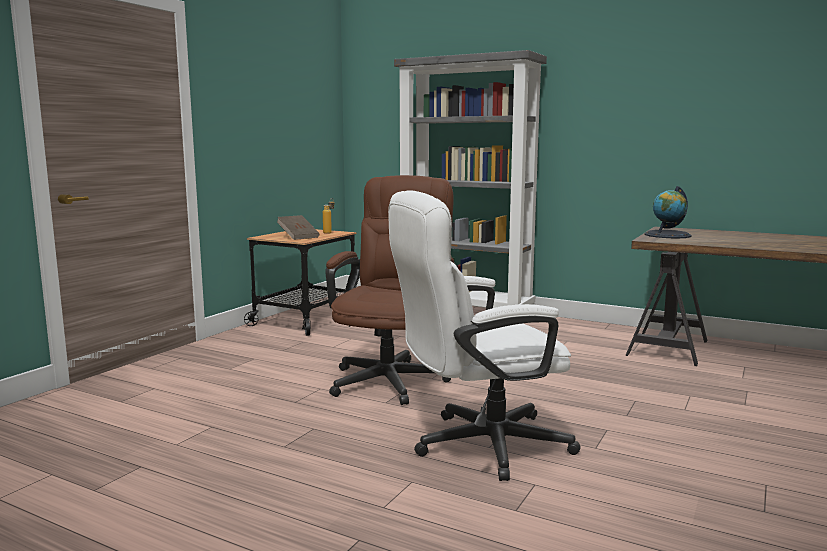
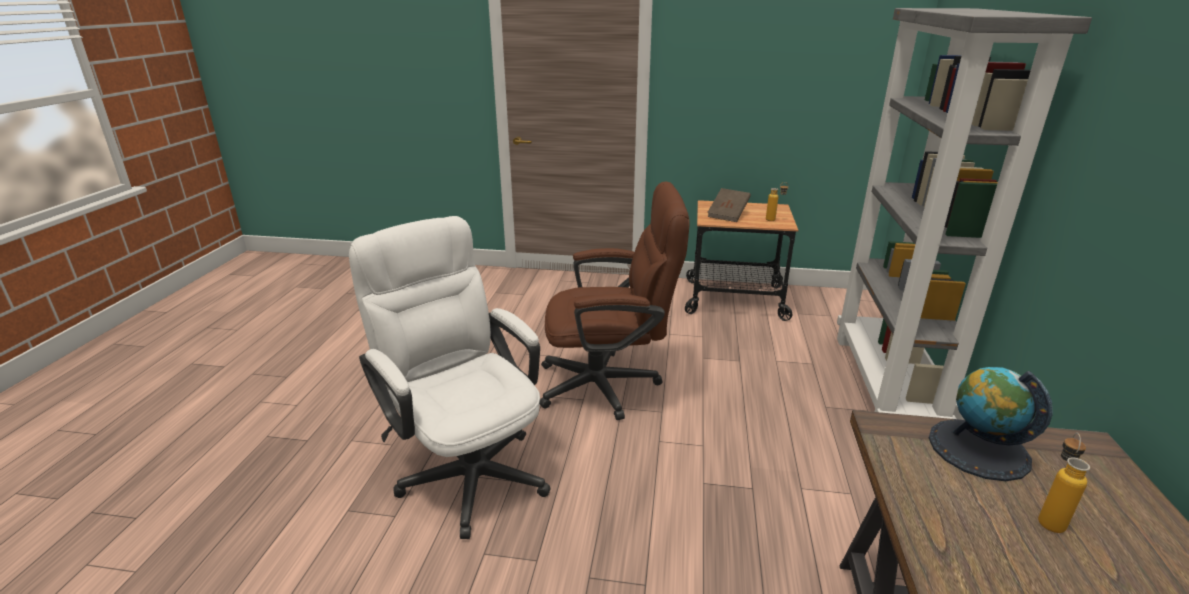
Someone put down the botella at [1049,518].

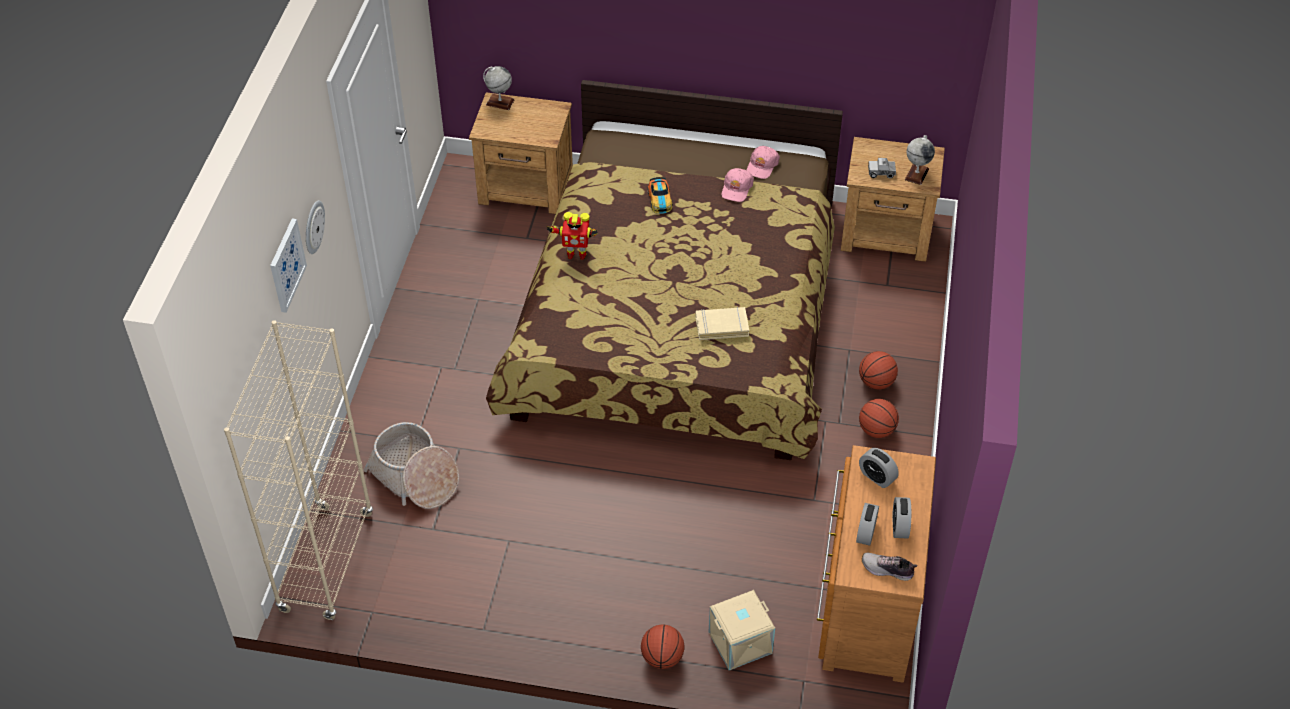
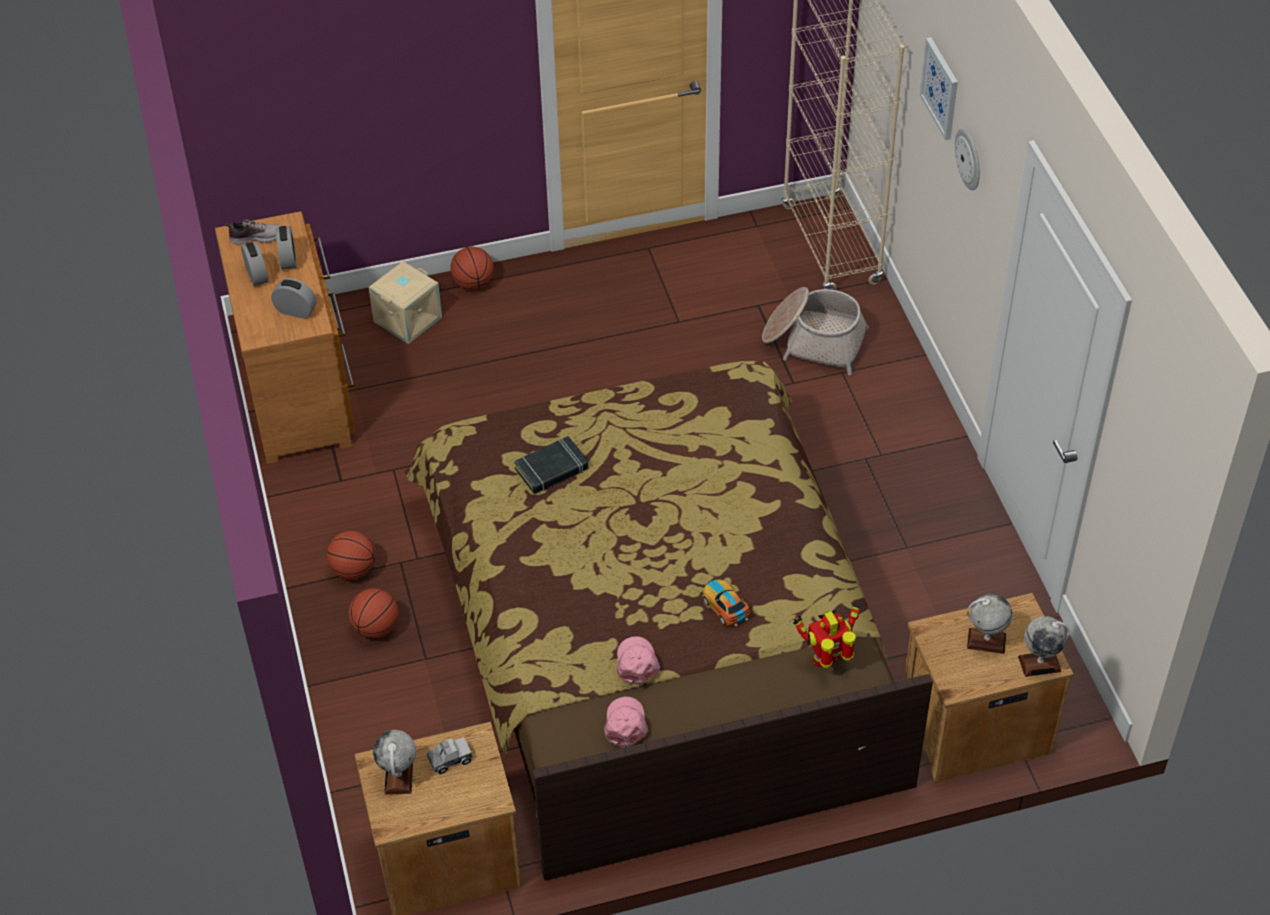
Someone put down the globo terráqueo at [986,641].
Someone carried the robot de juguete from [576,254] to [828,661].
Someone repainted the libro (beis) at [721,326], which became the libro (negro) at [552,469].

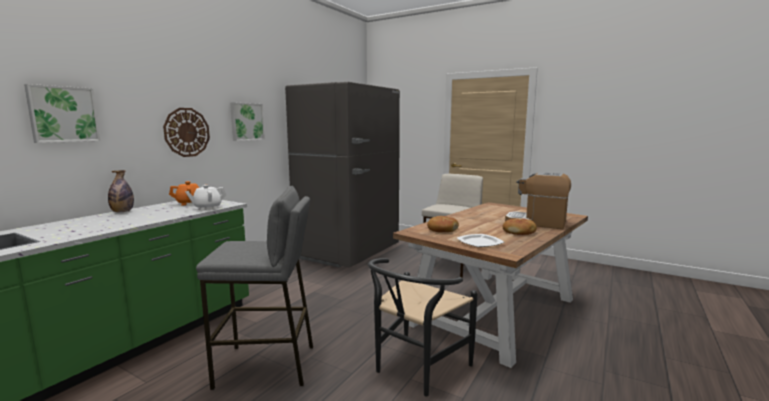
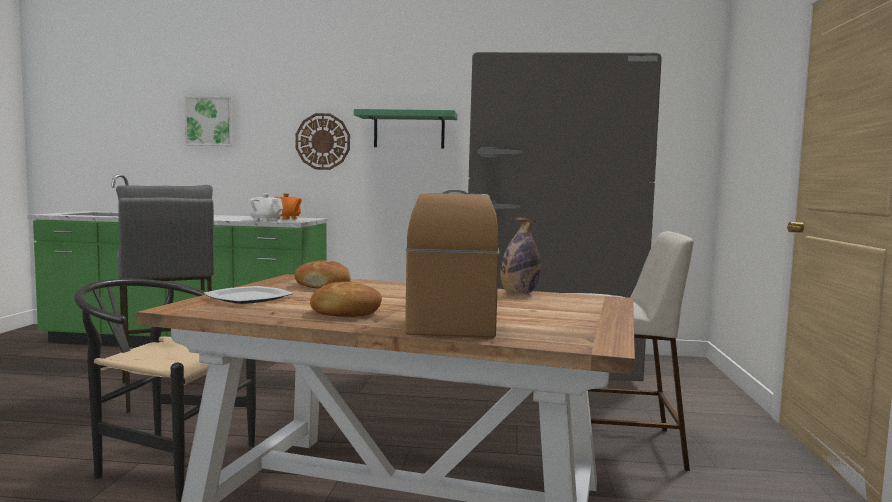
Someone carried the botella from [122,212] to [518,294].
Someone swapped the cuadro at [246,122] for the estante (verde) at [409,130].

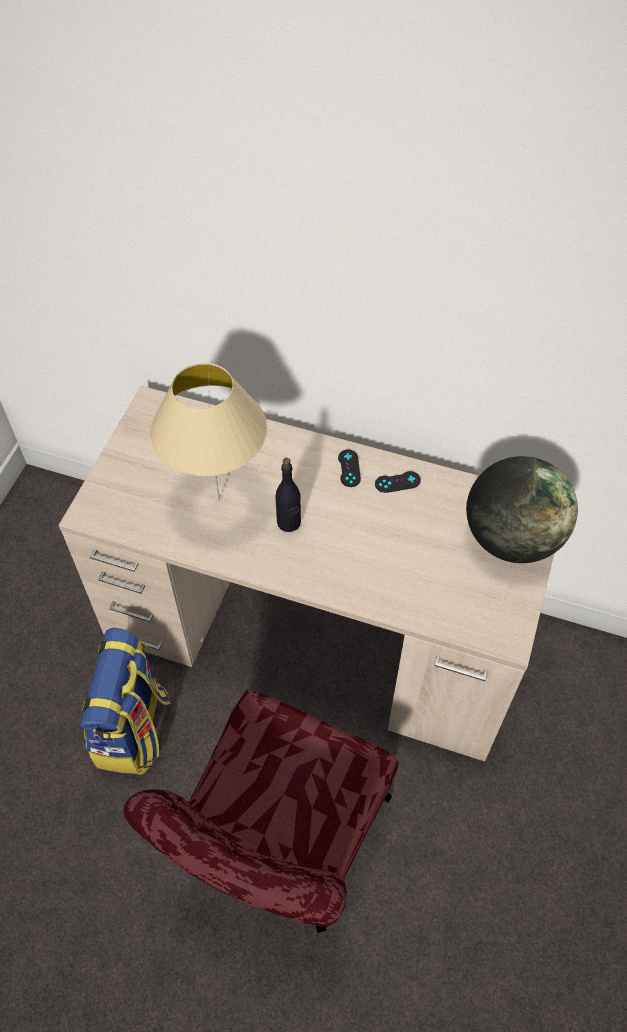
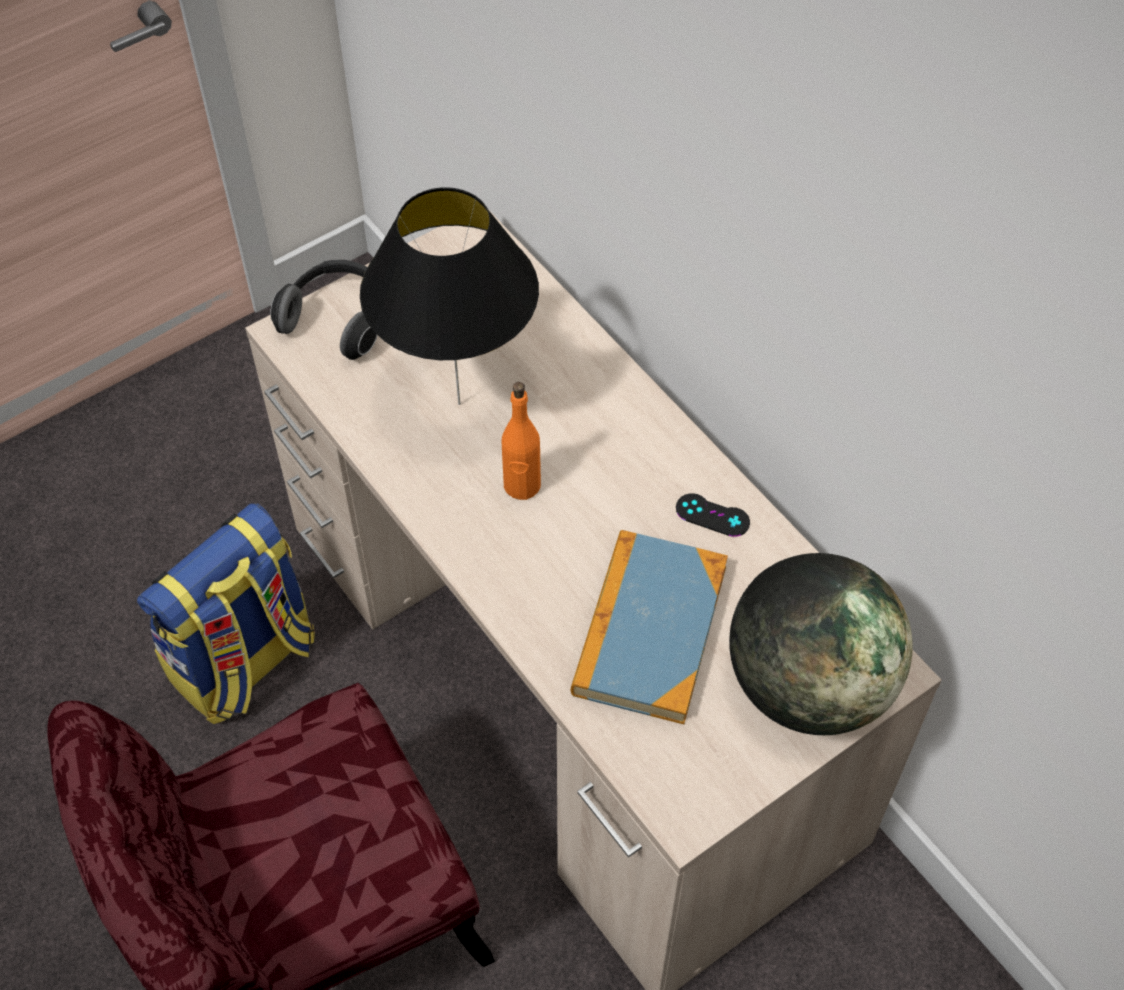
Someone took away the mando de consola (negro) at [349,468].
Someone put down the auriculares at [338,320].
Someone put down the libro at [649,630].
Someone repainted the lámpara de mesa (beis) at [219,498], which became the lámpara de mesa (negro) at [460,403].
Someone repainted the botella (negro) at [289,523], which became the botella (naranja) at [522,485].

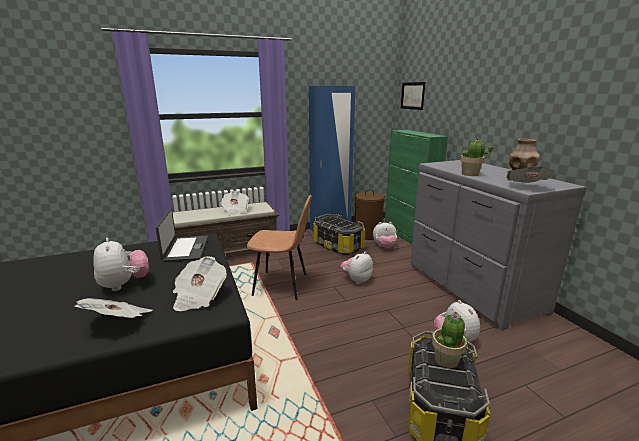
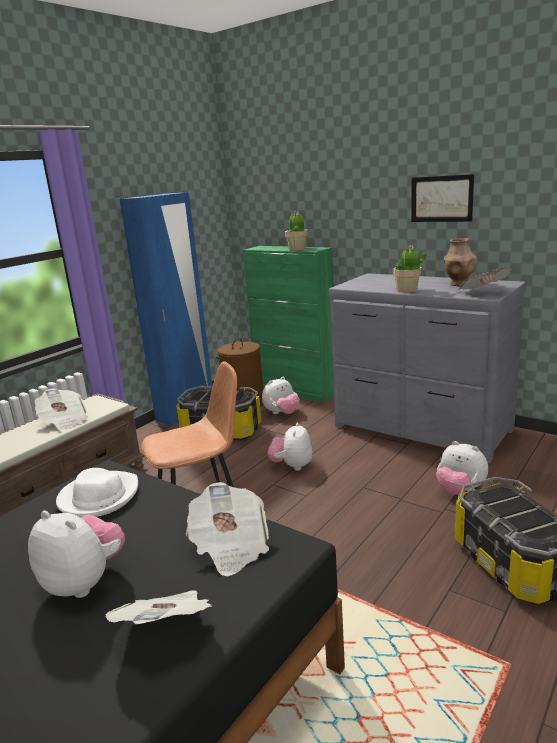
Someone carried the cuadro from [412,95] to [441,199].
Someone carried the planta en maceta from [446,359] to [297,249].
Someone swapped the portátil at [185,249] for the sombrero (blanco) at [99,497].

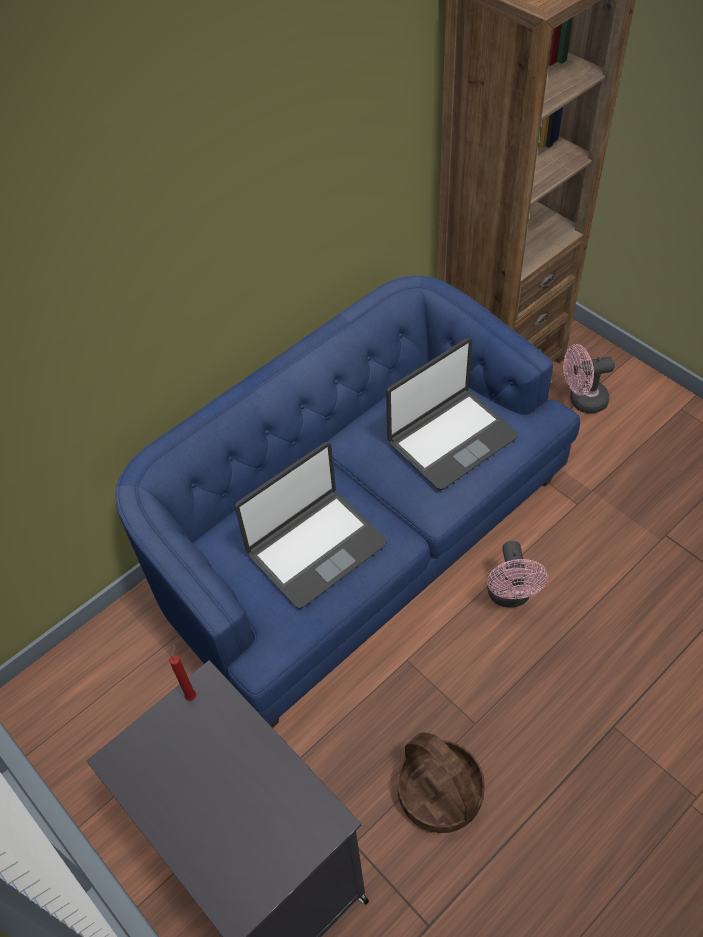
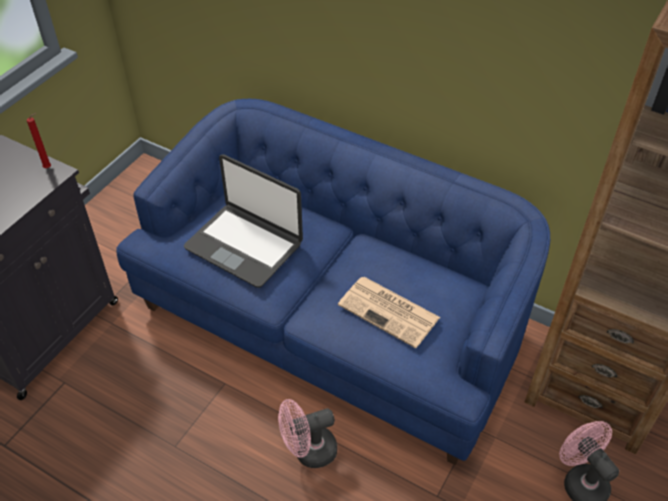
Someone took away the cesta at [439,793].
Someone swapped the portátil at [451,439] for the periódico at [390,312].

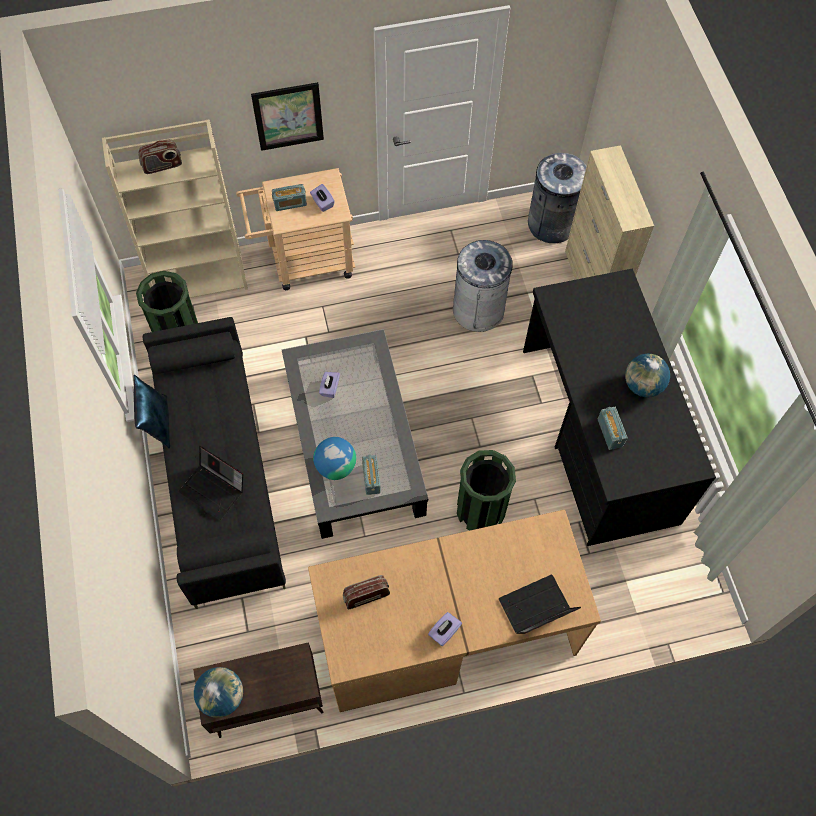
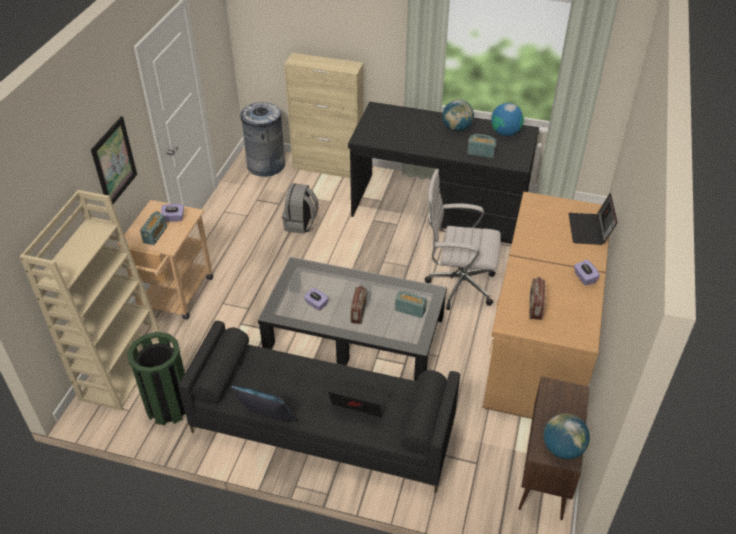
Someone carried the radio from [162,166] to [359,313].
Someone carried the globo terráqueo from [335,466] to [505,132].
Someone swapped the papelera (gris) at [478,310] for the mochila (gris) at [301,224].
Someone swapped the papelera (verde) at [480,510] for the silla de oficina (blanco) at [457,285].
Someone rotated the portátil at [214,489] by 135 degrees counterclockwise.

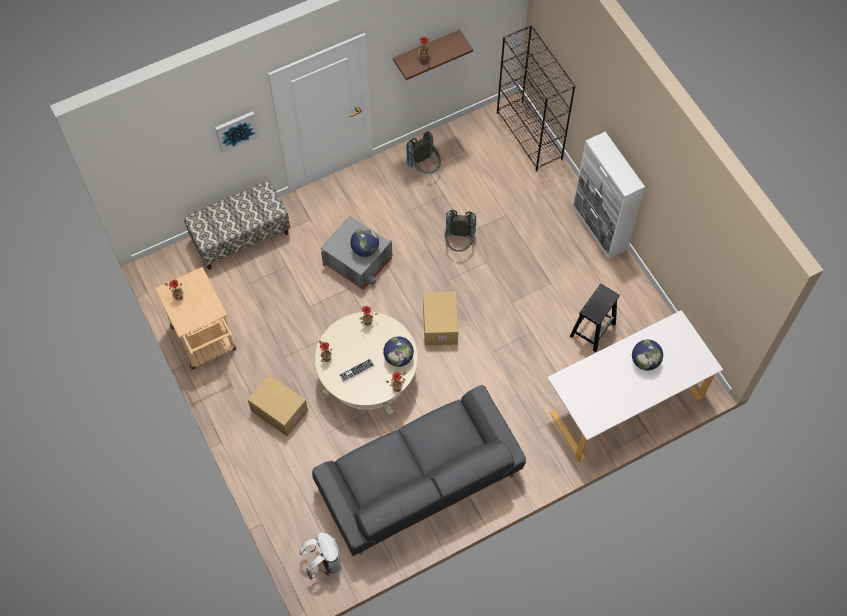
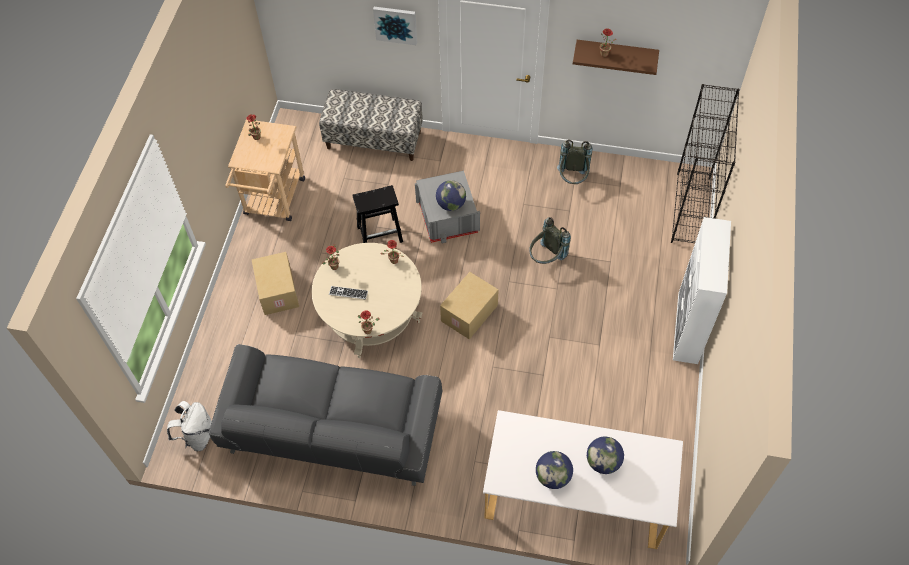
Someone carried the globo terráqueo from [398,357] to [553,476].
Someone carried the taburete (negro) from [592,329] to [380,234].

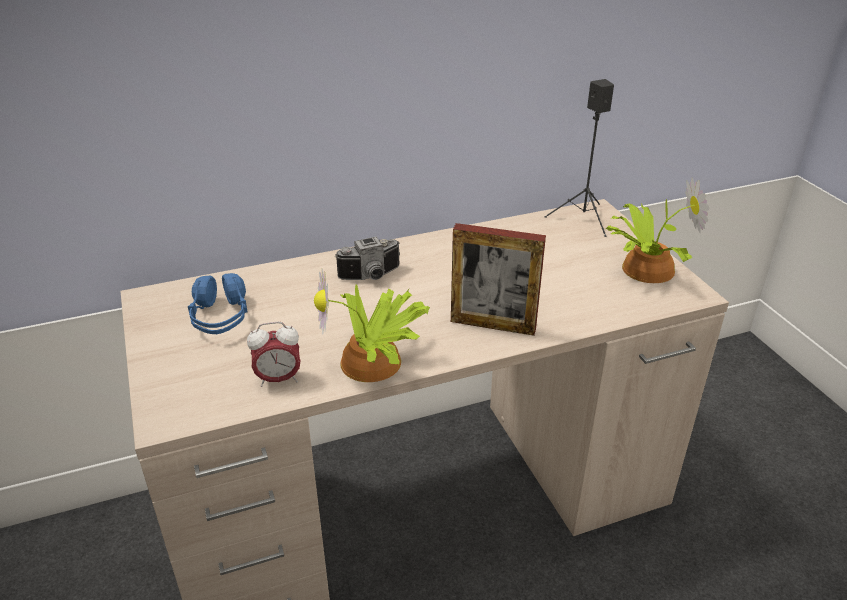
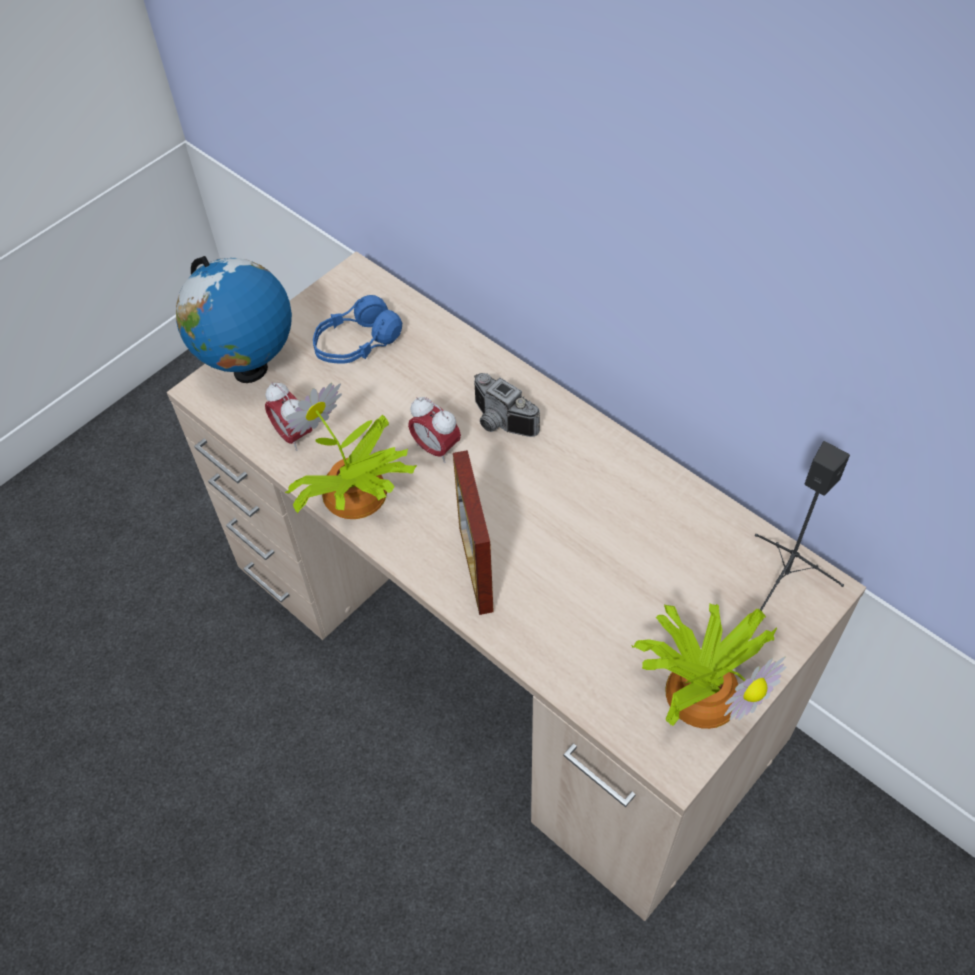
Someone put down the globo terráqueo at [250,370].
Someone put down the despertador at [436,448].

